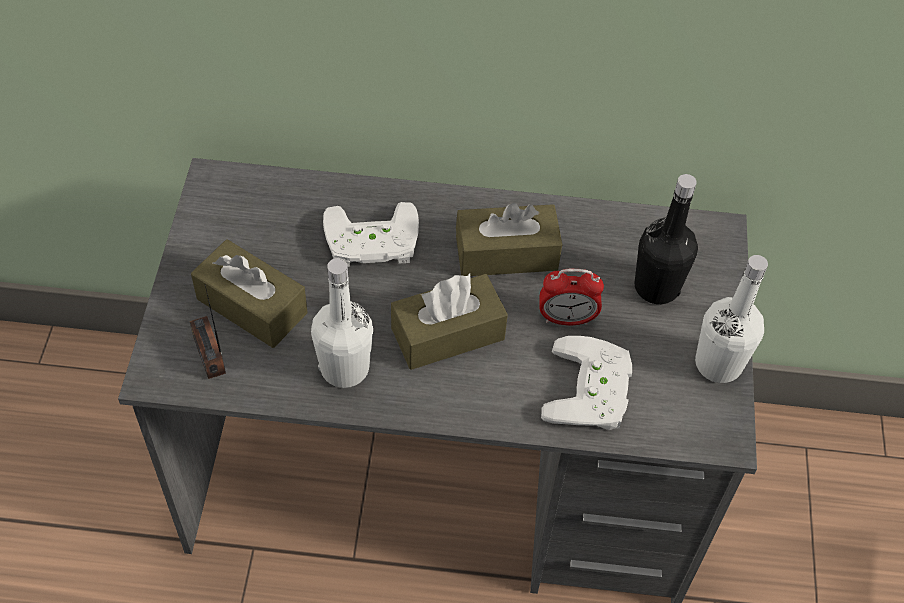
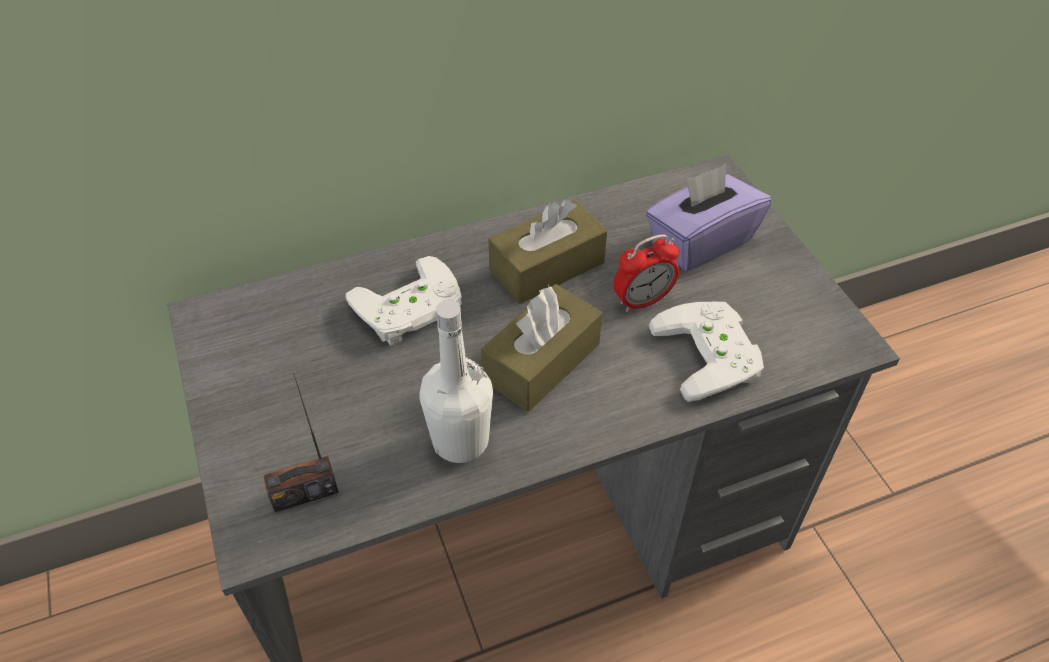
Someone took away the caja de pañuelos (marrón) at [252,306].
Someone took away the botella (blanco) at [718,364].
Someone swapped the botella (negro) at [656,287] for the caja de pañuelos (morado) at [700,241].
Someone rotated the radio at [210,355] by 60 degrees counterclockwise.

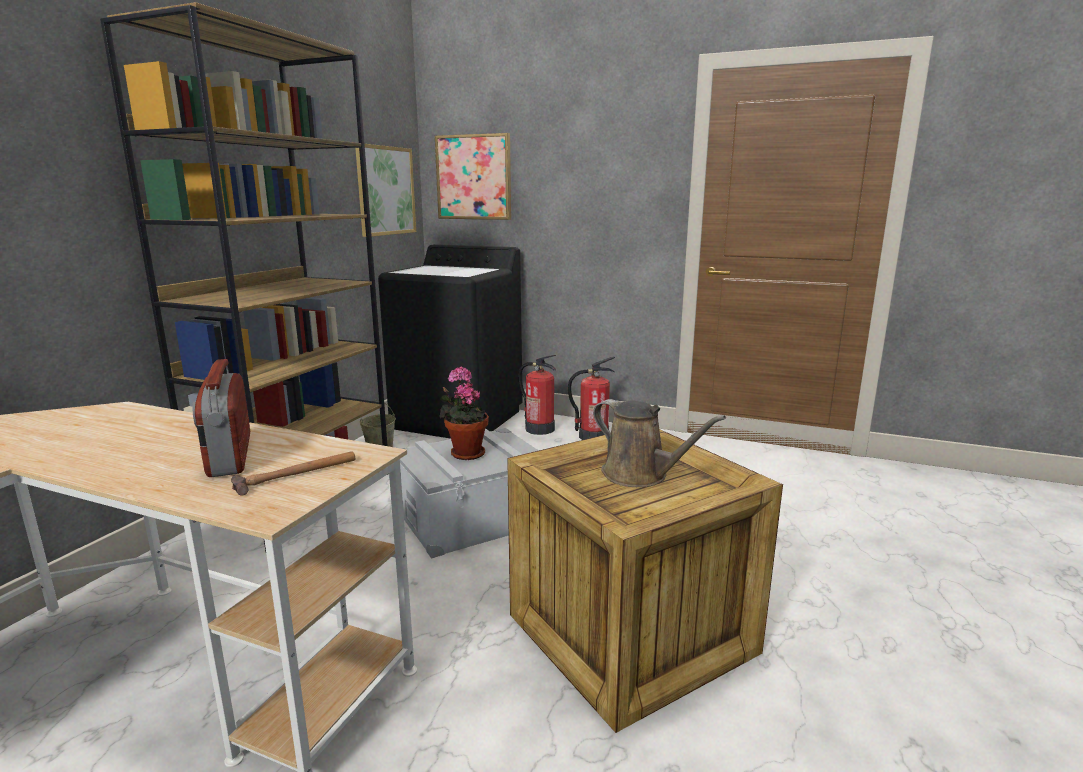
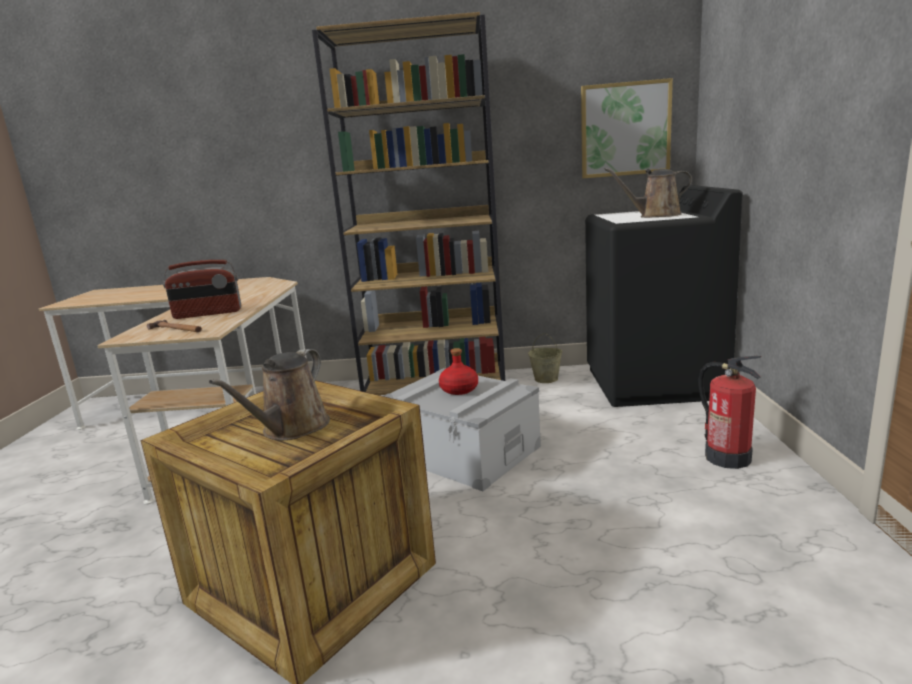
Someone took away the cuadro at [474,177].
Someone took away the extintor at [539,429].
Someone put down the regadera (marrón) at [655,216].
Someone swapped the planta en maceta at [465,453] for the botella (rojo) at [459,389].
Someone rotated the radio at [228,455] by 150 degrees counterclockwise.

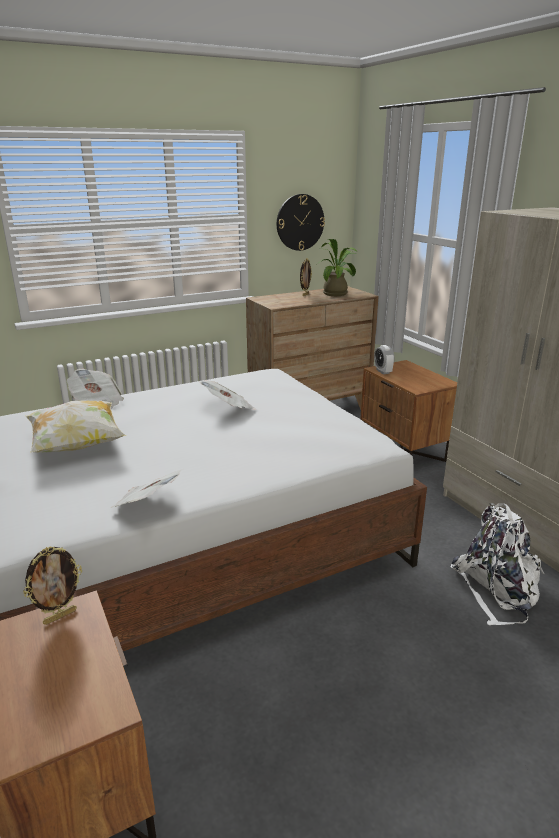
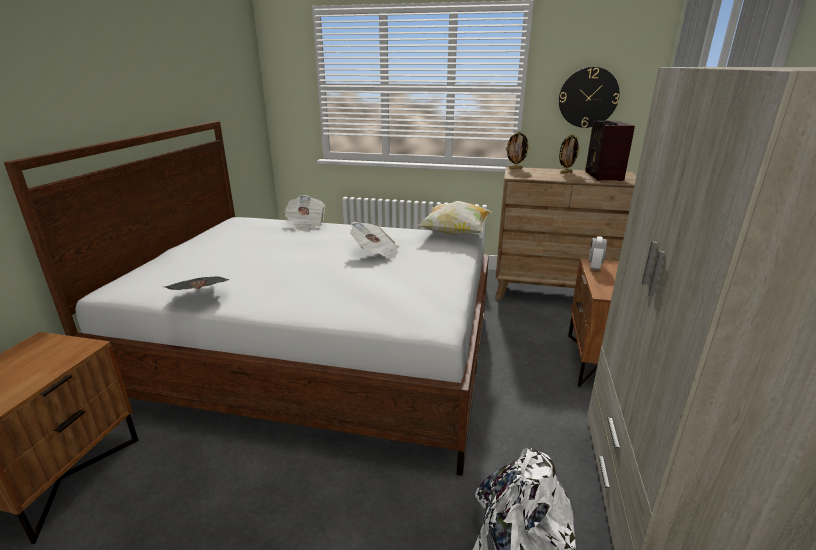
Someone carried the portarretratos from [60,616] to [515,168].
Someone carried the cojín from [77,445] to [455,234].
Someone swapped the planta en maceta at [337,293] for the radio at [603,176].

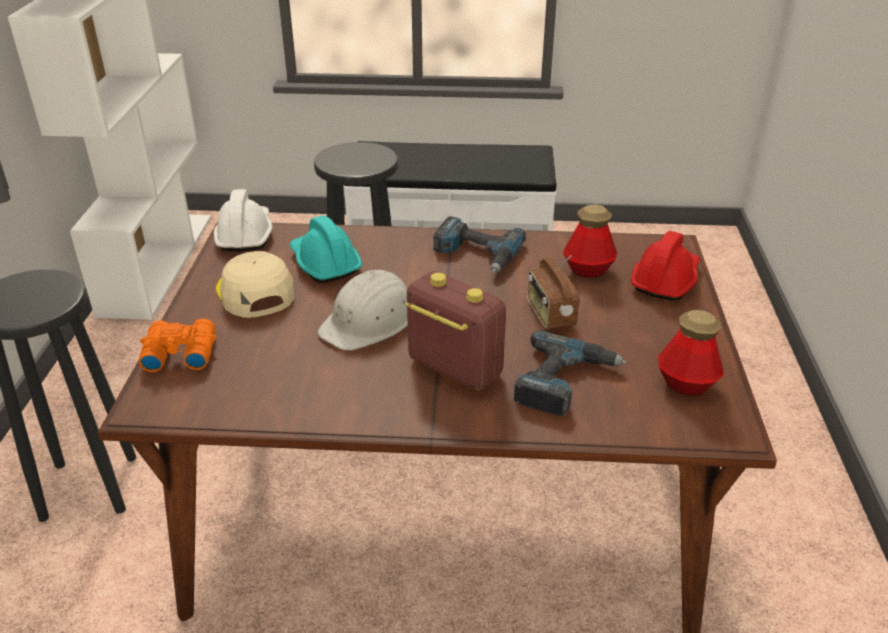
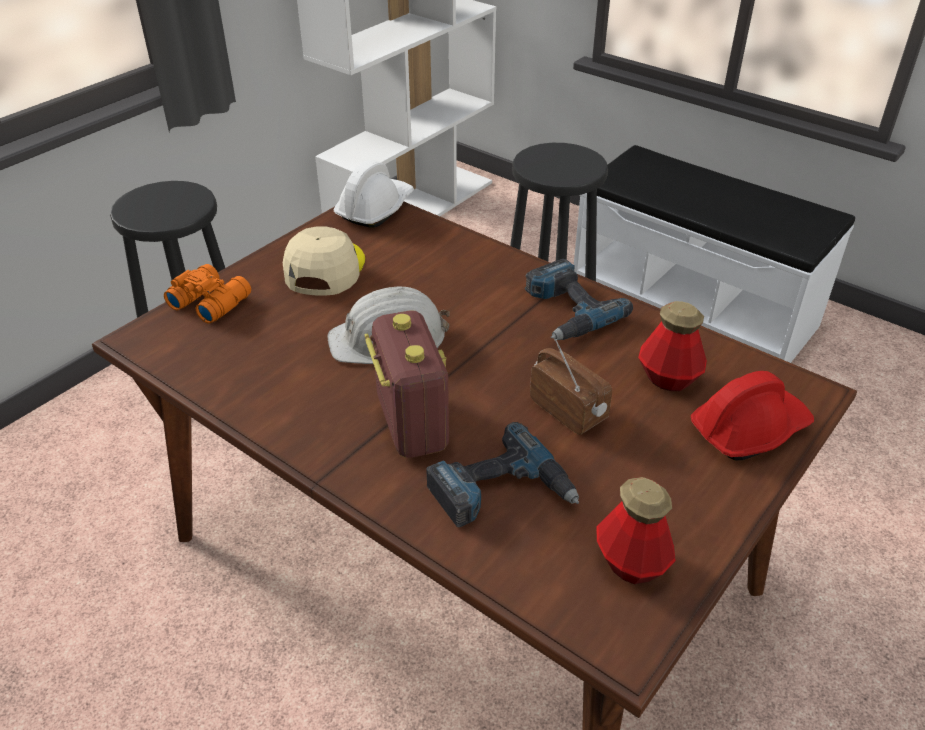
Someone took away the casco (turquesa) at [324,263].
Someone rotated the radio at [549,314] by 120 degrees clockwise.

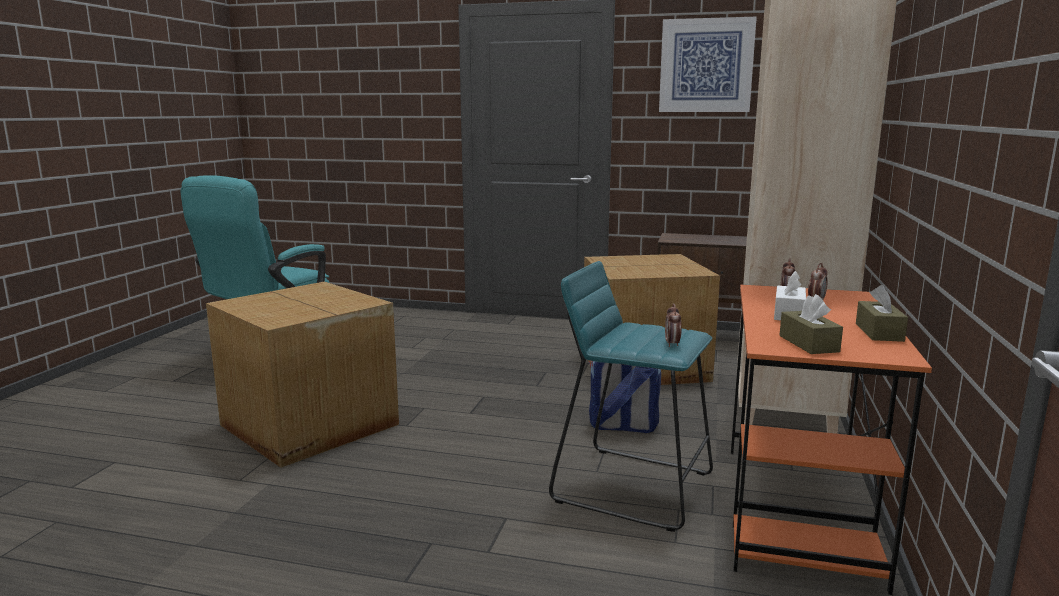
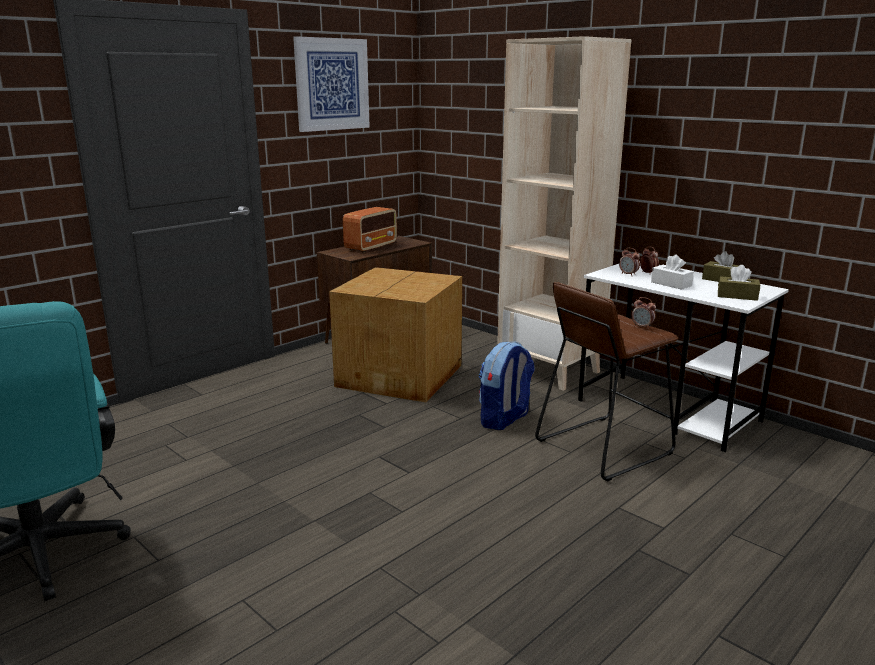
Someone took away the caja de cartón at [308,426].
Someone put down the radio at [371,246].
Someone repainted the taburete (turquesa) at [633,486], which became the taburete (marrón) at [603,447].
Someone repainted the escritorio (naranja) at [798,512], which became the escritorio (blanco) at [669,411].

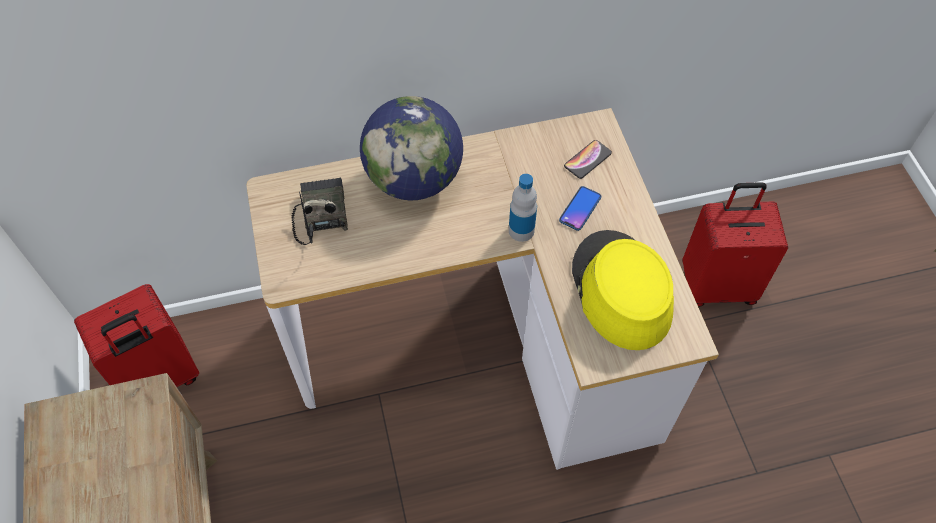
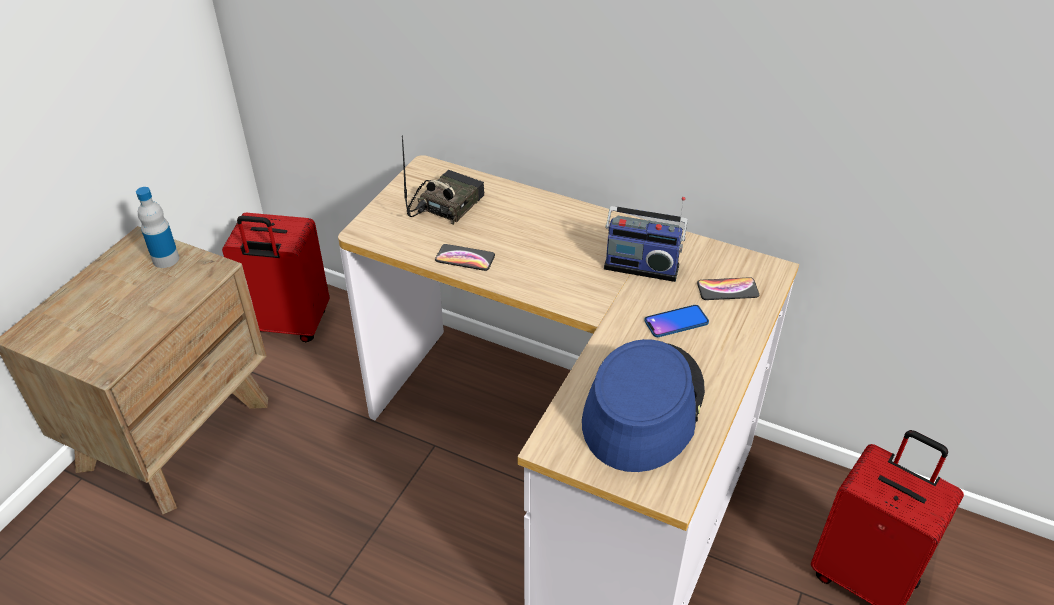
Someone took away the globo terráqueo at [414,179].
Someone put down the móvil at [465,258].
Someone put down the radio at [642,265].
Someone carried the botella from [521,230] to [166,259].
Someone repainted the sombrero (amarillo) at [620,290], which became the sombrero (azul) at [643,407].

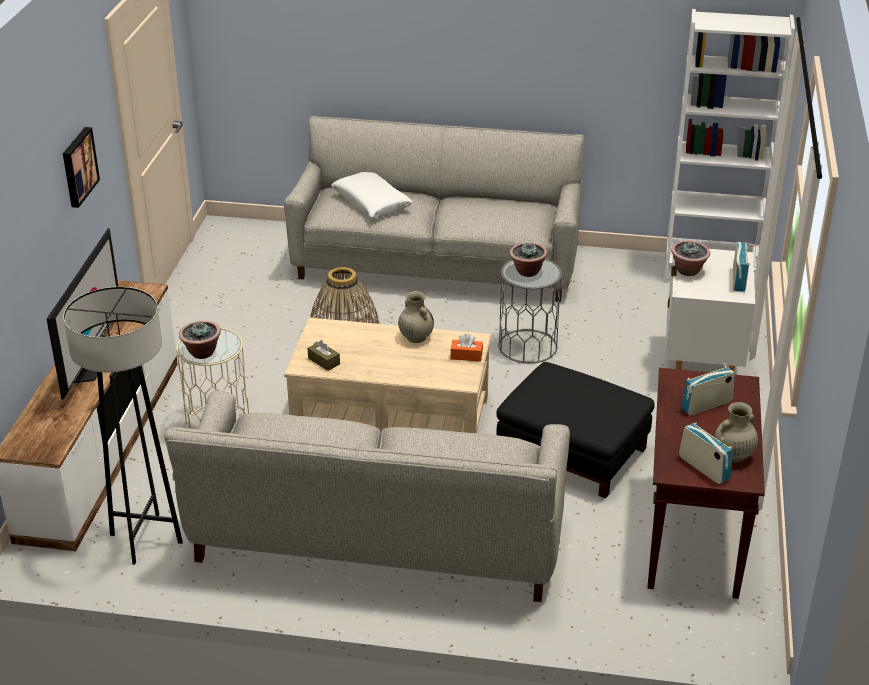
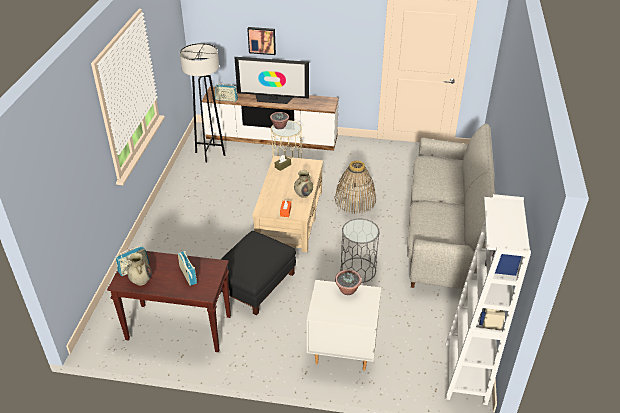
Someone took away the sofá (gris) at [376,540].
Someone took away the cojín (blanco) at [372,202].
Someone took away the planta en maceta at [527,271].
Someone carried the cuadro from [78,166] to [262,40].
Someone carried the radio from [738,280] to [226,99].

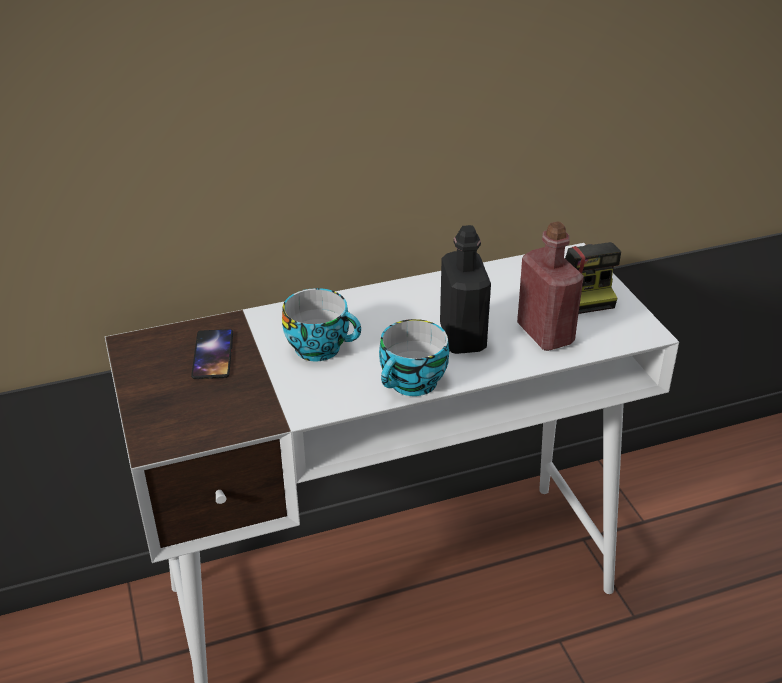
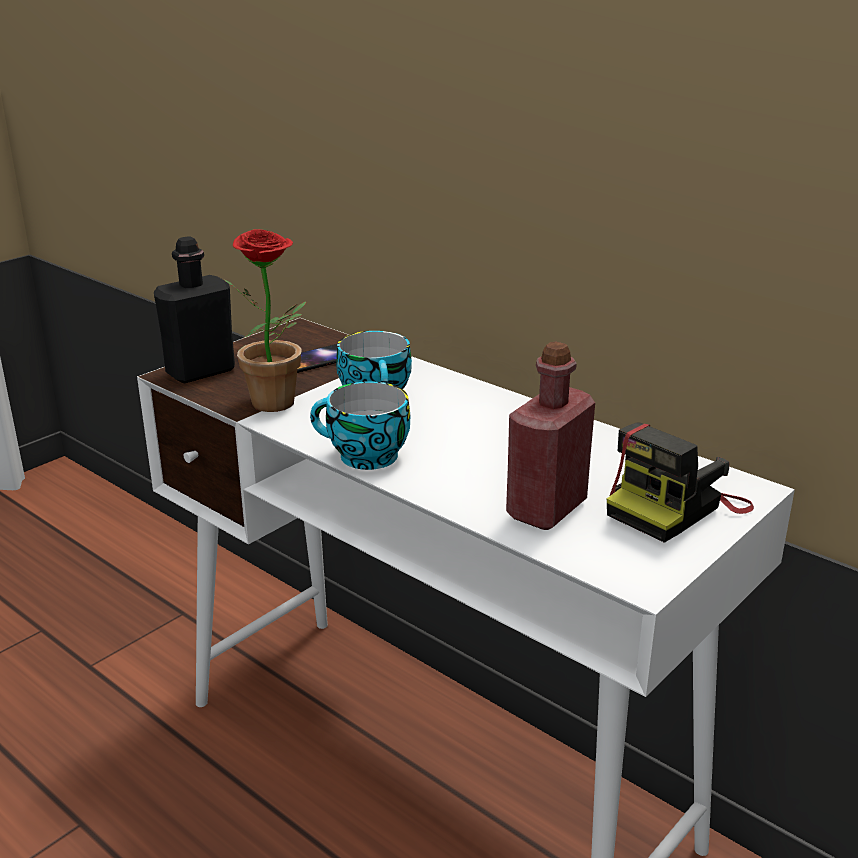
Someone put down the planta en maceta at [279,406].
Someone carried the botella (negro) from [462,337] to [200,372].

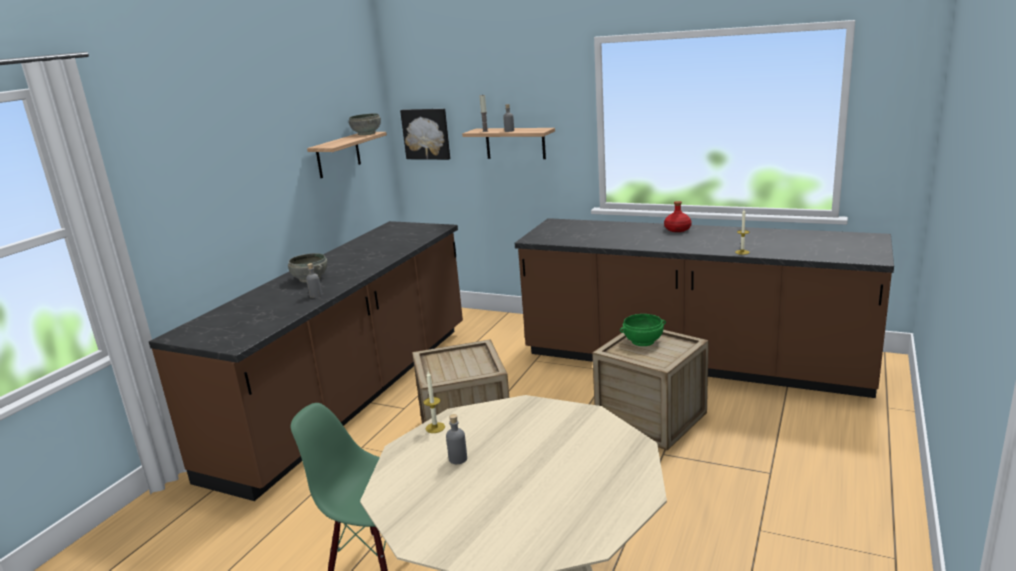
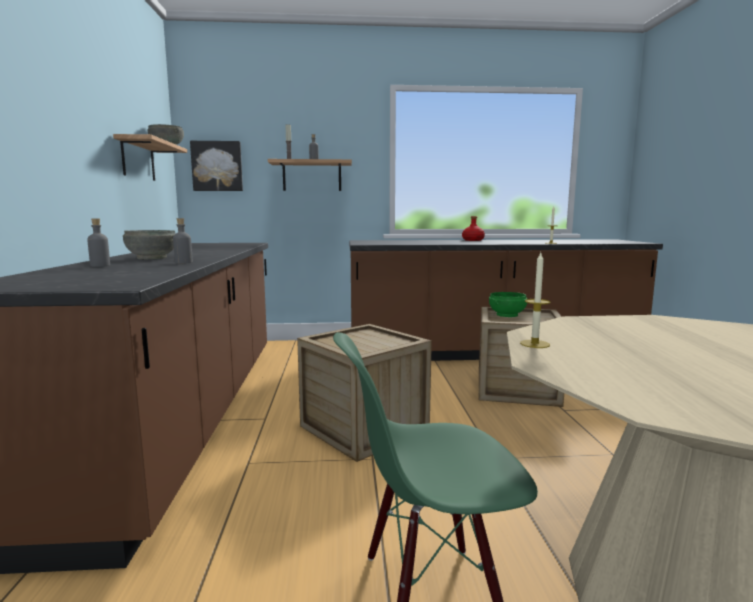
Someone carried the botella (gris) from [458,459] to [100,265].

